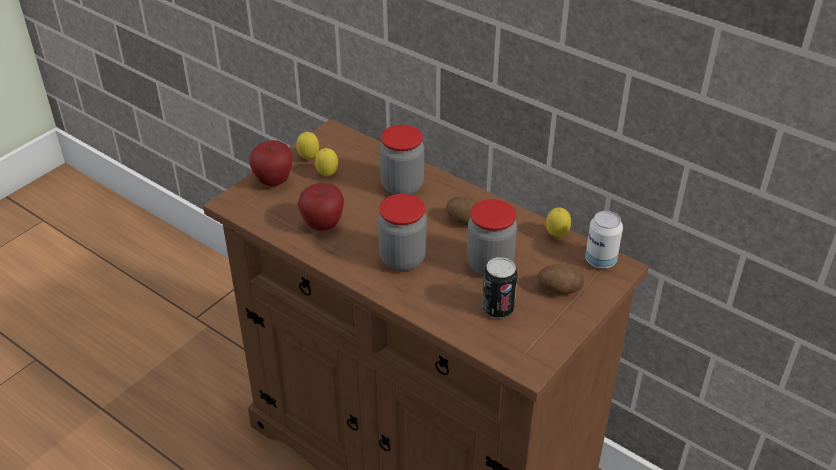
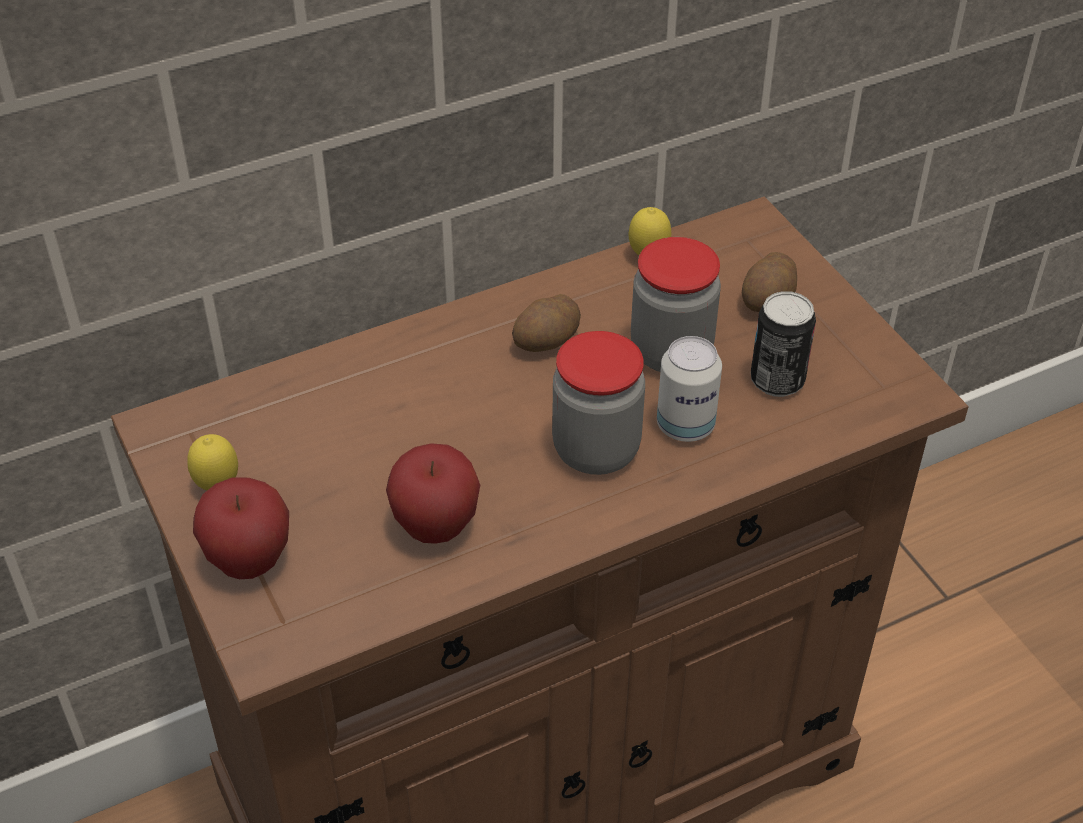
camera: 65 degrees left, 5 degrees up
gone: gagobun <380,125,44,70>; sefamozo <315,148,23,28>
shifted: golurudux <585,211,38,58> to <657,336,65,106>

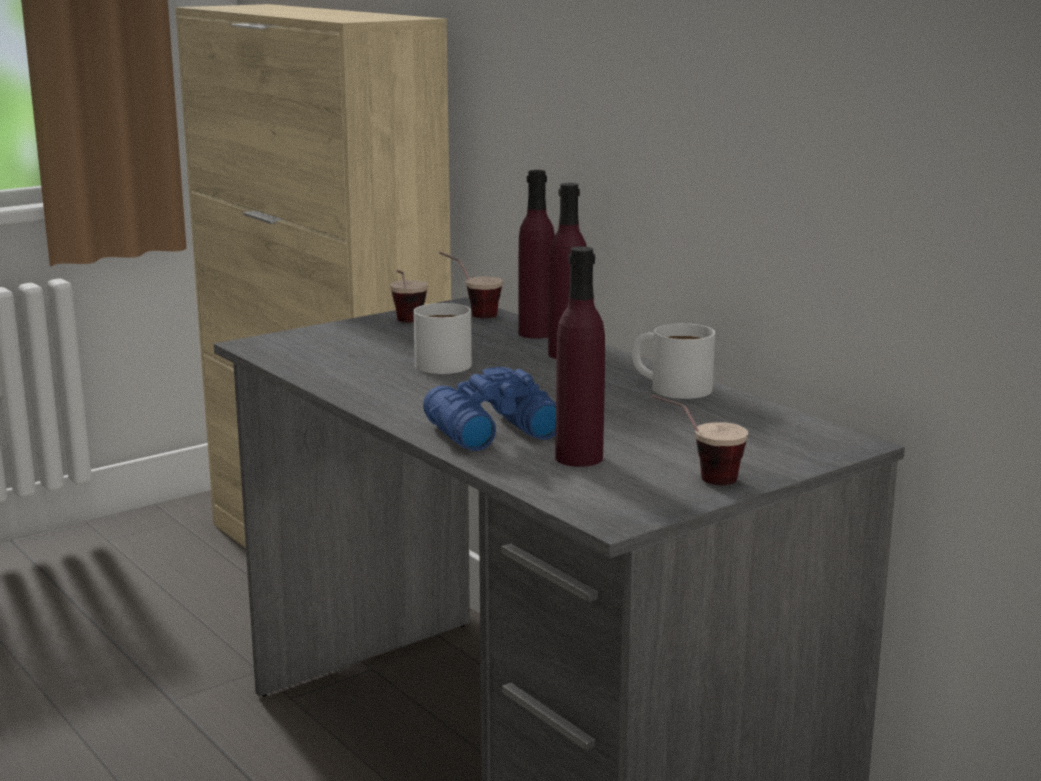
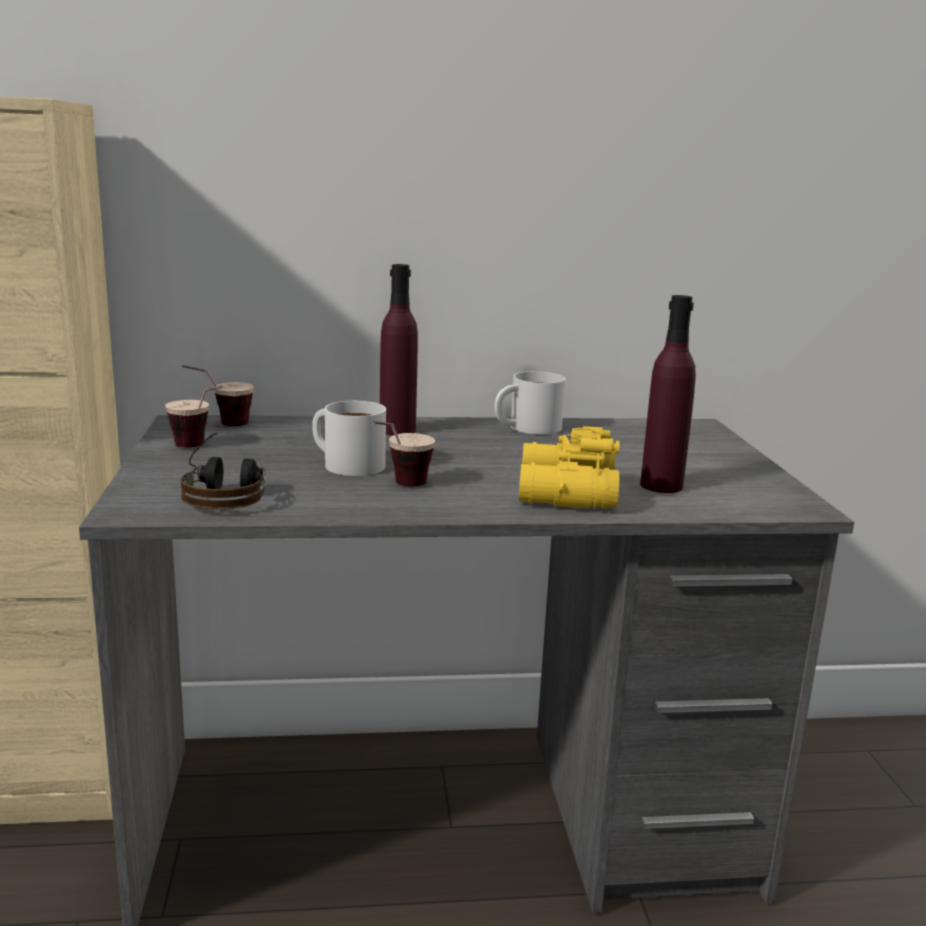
camera: 60 degrees left, 0 degrees up
gone: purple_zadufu <518,170,37,169>
new: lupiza <180,433,87,76>
shifted: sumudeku <651,395,97,90> to <373,421,62,66>
repainted: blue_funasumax <423,367,133,84> to yellow_funasumax <519,426,100,83>

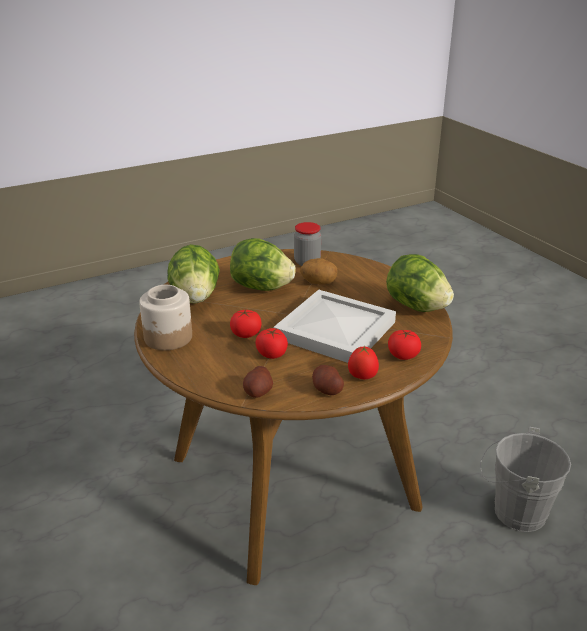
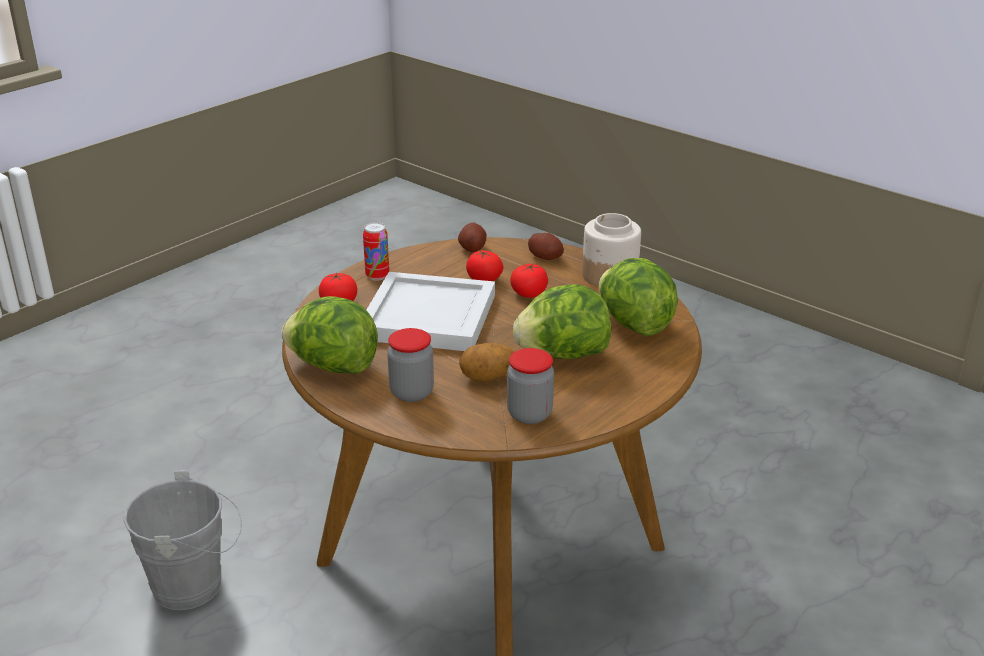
camera: 160 degrees right, 0 degrees up
new: gagobun <387,328,47,74>
shifted: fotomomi <312,365,32,30> to <528,233,36,27>
swapped: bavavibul <348,346,31,33> to golurudux <363,222,26,59>

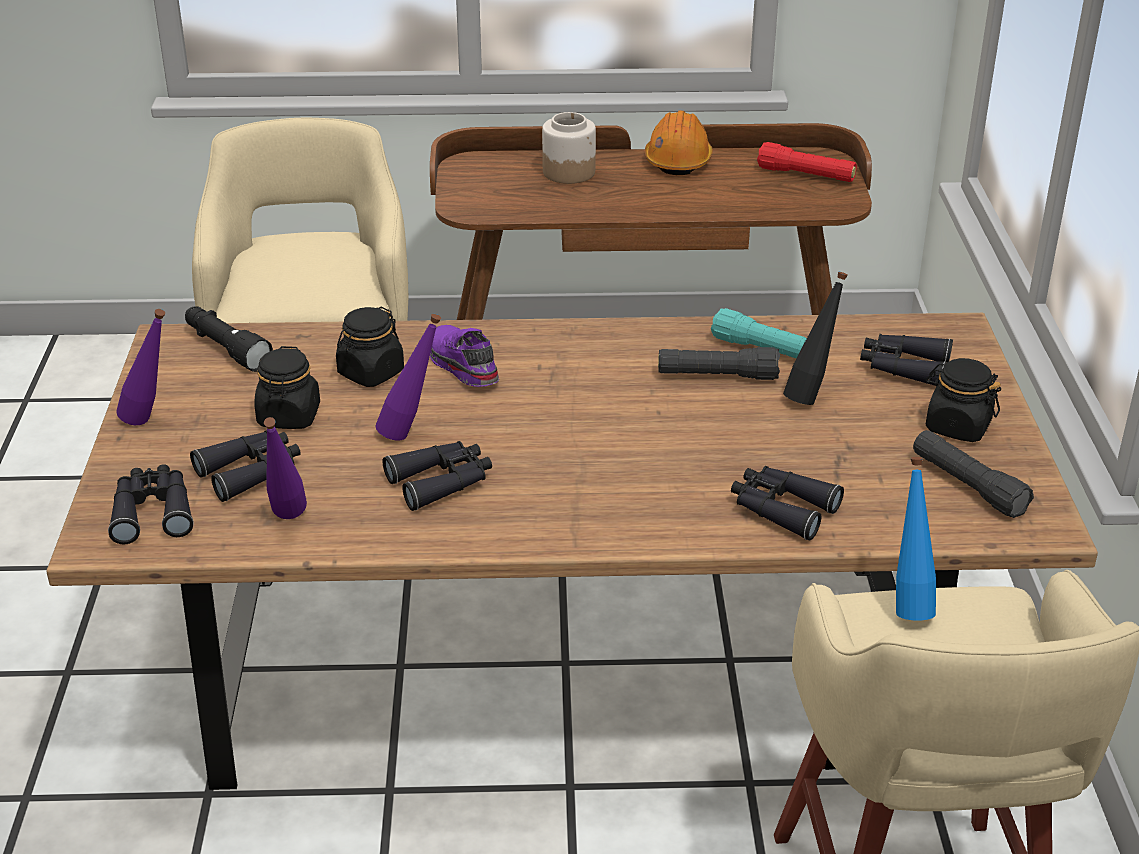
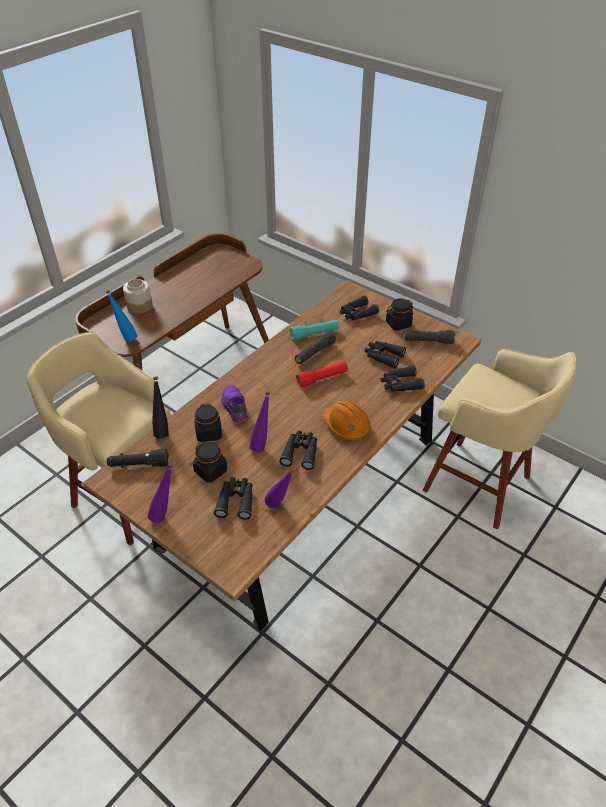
camera: 50 degrees left, 10 degrees up
shifted: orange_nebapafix <645,111,68,64> to <322,400,49,40>; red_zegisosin <757,142,100,40> to <296,361,52,26>; black_zadufu <783,272,65,133> to <152,376,17,62>; blue_zadufu <896,457,40,164> to <106,290,32,52>; black_funasumax <108,464,86,80> to <364,341,42,28>
rotated: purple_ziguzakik <430,325,69,62> = <222,385,26,38> 60 degrees clockwise

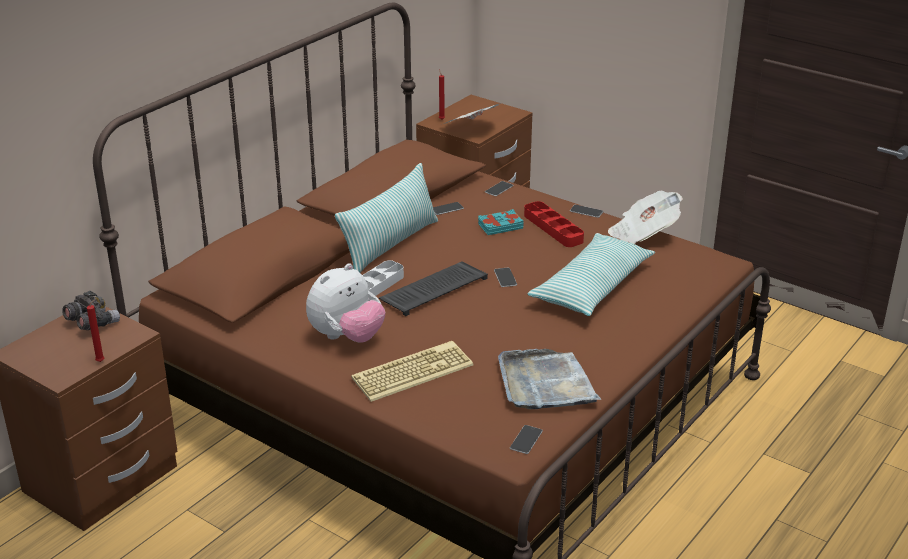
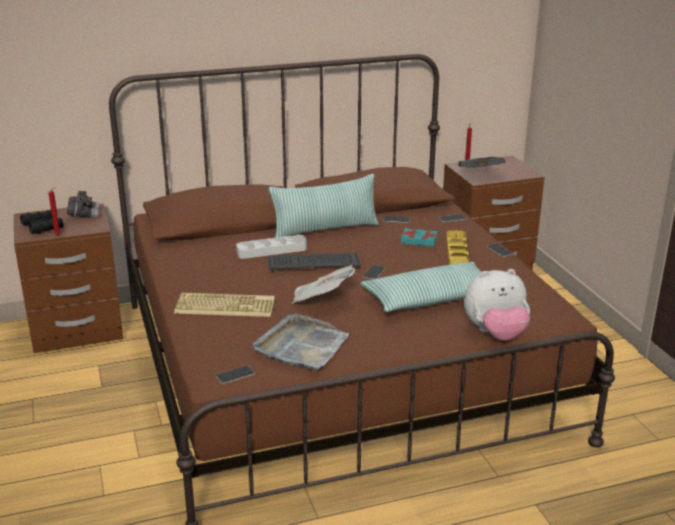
camera: 35 degrees right, 5 degrees down
new: black_funasumax <20,210,43,24>
shifted: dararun <608,190,75,54> to <292,265,63,38>; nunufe <306,263,80,80> to <464,269,66,72>
repainted: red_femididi <524,201,60,46> to yellow_femididi <446,230,23,35>

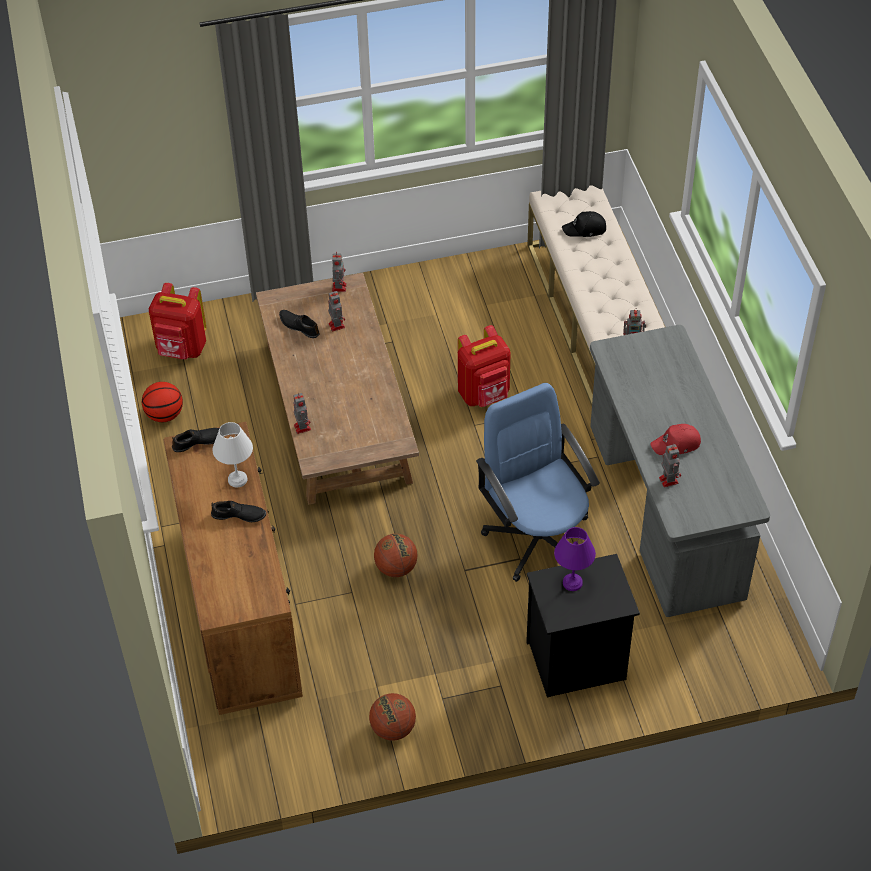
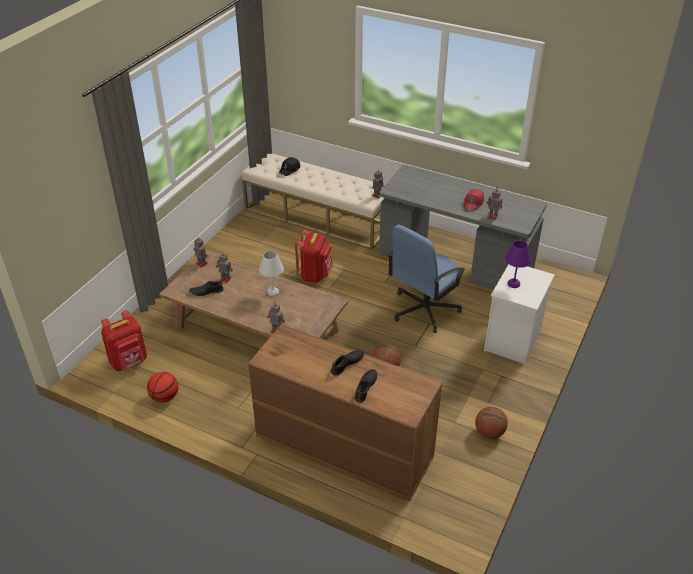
camera: 50 degrees left, 10 degrees down
shifted: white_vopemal <213,422,40,65> to <259,251,25,45>; black_ziguzakik <172,428,47,24> to <355,369,22,34>
repainted: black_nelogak <526,554,114,144> to white_nelogak <484,264,71,100>
rotated: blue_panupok <476,383,124,199> = <388,225,78,108> 60 degrees counterclockwise

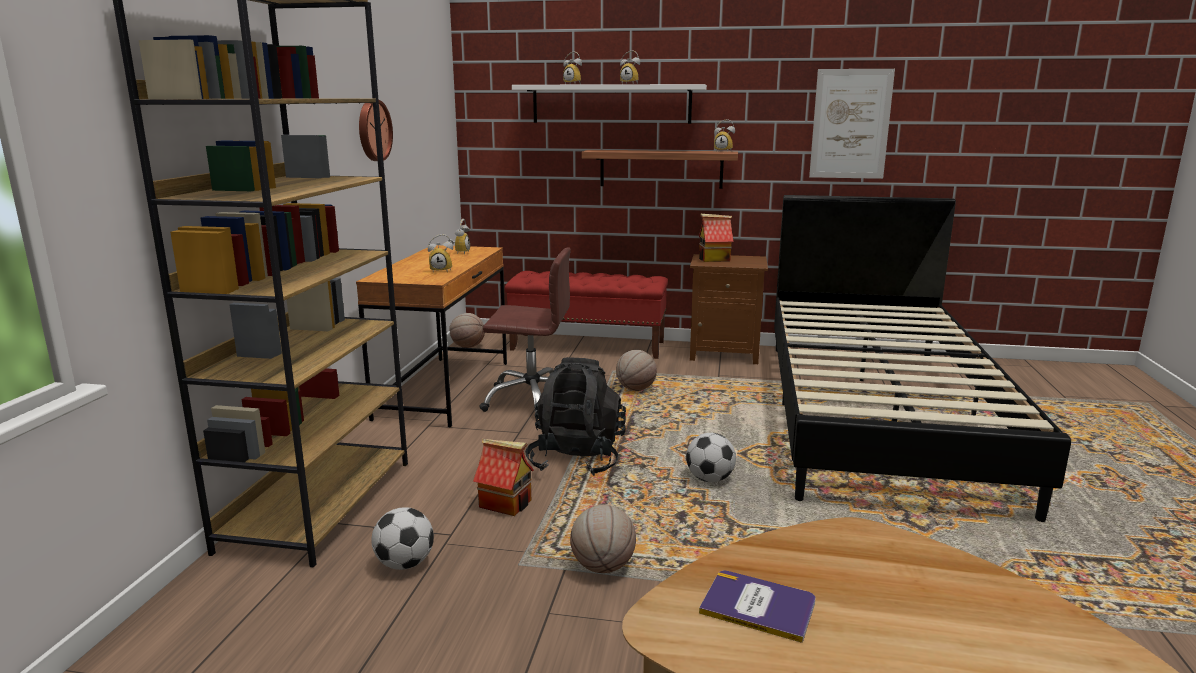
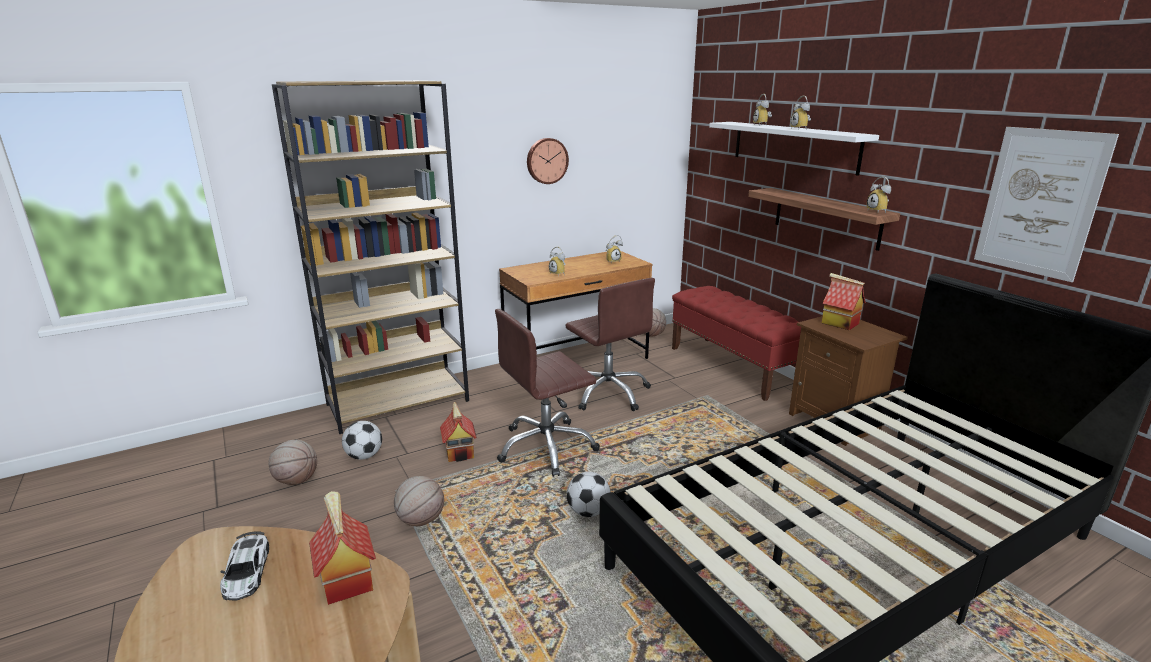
camera: 50 degrees right, 5 degrees up
new: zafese <309,491,67,114>
shifted: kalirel <616,350,41,41> to <268,440,49,45>
swapped: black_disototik <525,357,101,119> to brown_panupok <495,309,105,168>; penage <699,571,117,72> to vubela <220,531,49,69>

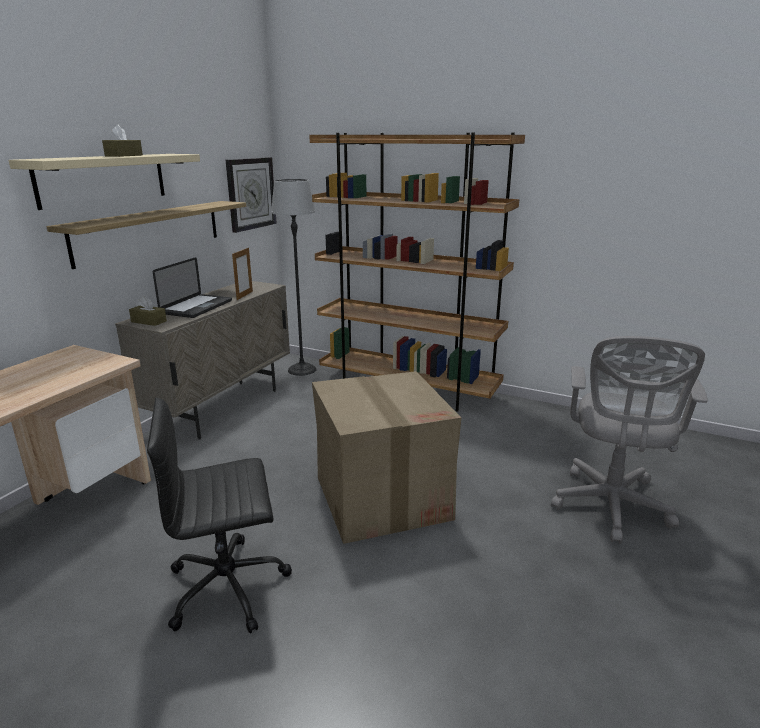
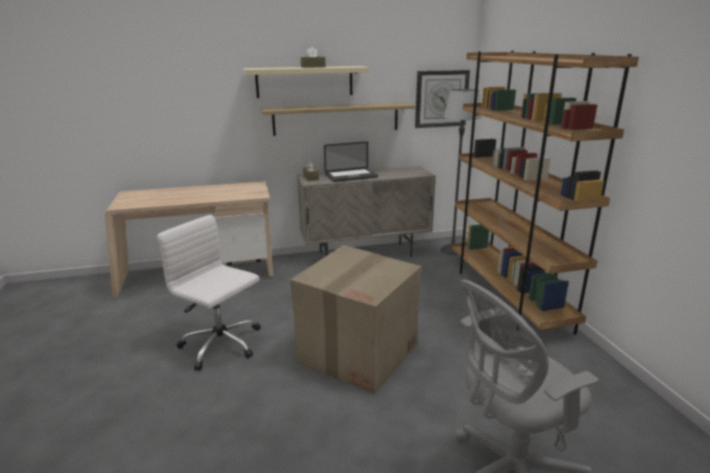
camera: 50 degrees right, 0 degrees up
gone: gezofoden <232,247,21,53>
repainted: black_panupok <147,398,145,236> to white_panupok <157,215,104,156>

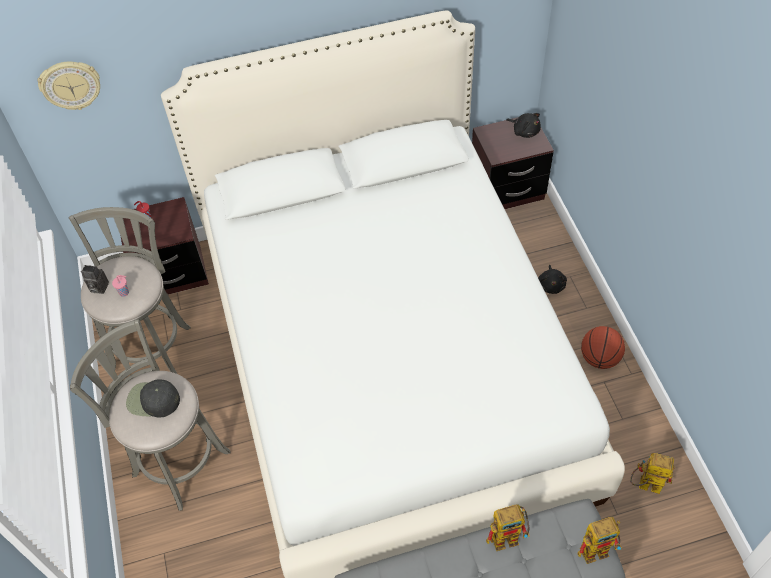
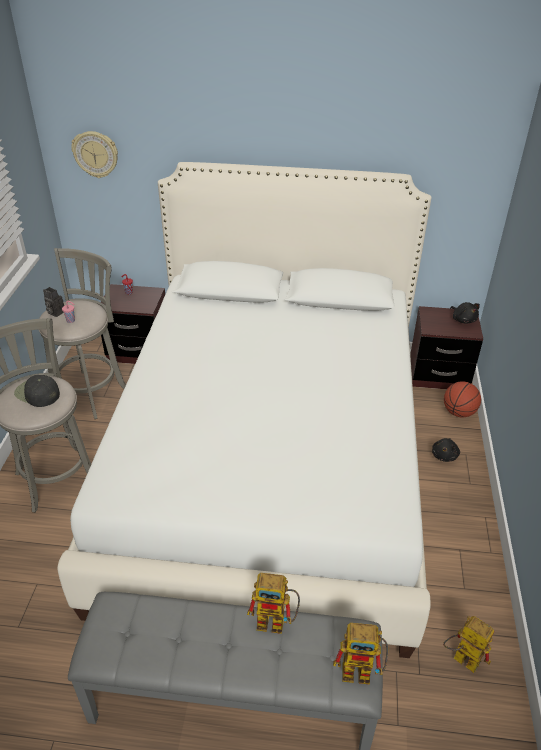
camera: 20 degrees right, 15 degrees down
shifted: kalirel <581,326,44,43> to <444,381,37,36>

